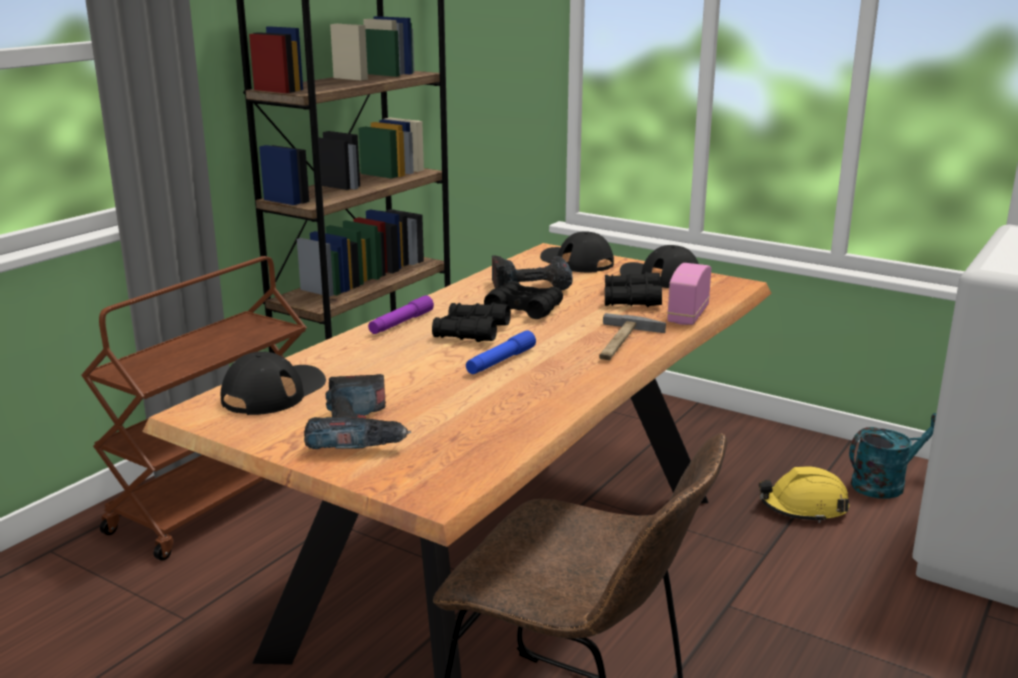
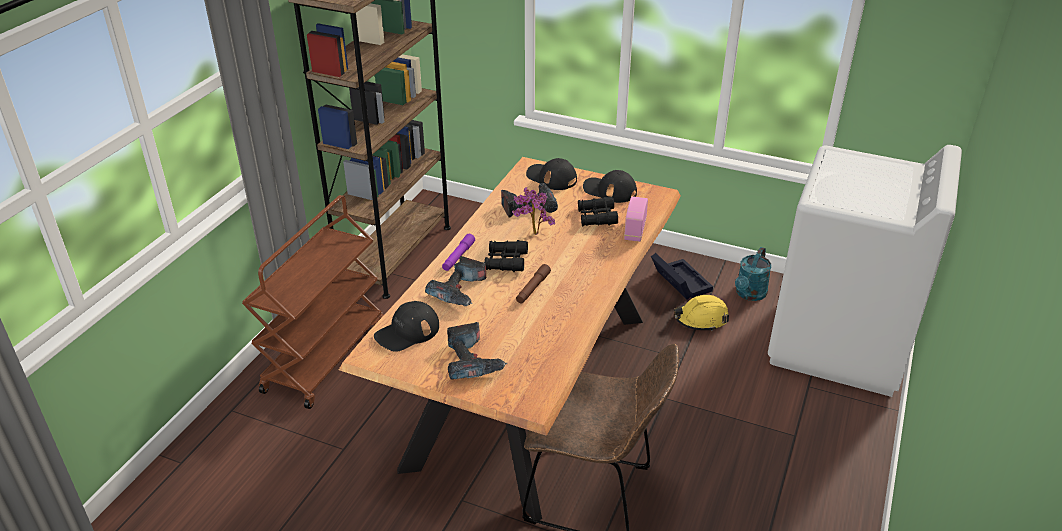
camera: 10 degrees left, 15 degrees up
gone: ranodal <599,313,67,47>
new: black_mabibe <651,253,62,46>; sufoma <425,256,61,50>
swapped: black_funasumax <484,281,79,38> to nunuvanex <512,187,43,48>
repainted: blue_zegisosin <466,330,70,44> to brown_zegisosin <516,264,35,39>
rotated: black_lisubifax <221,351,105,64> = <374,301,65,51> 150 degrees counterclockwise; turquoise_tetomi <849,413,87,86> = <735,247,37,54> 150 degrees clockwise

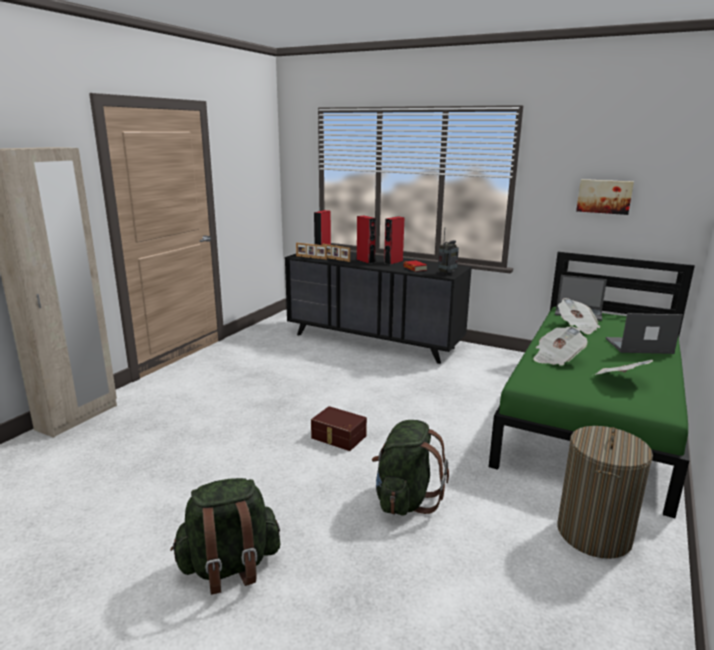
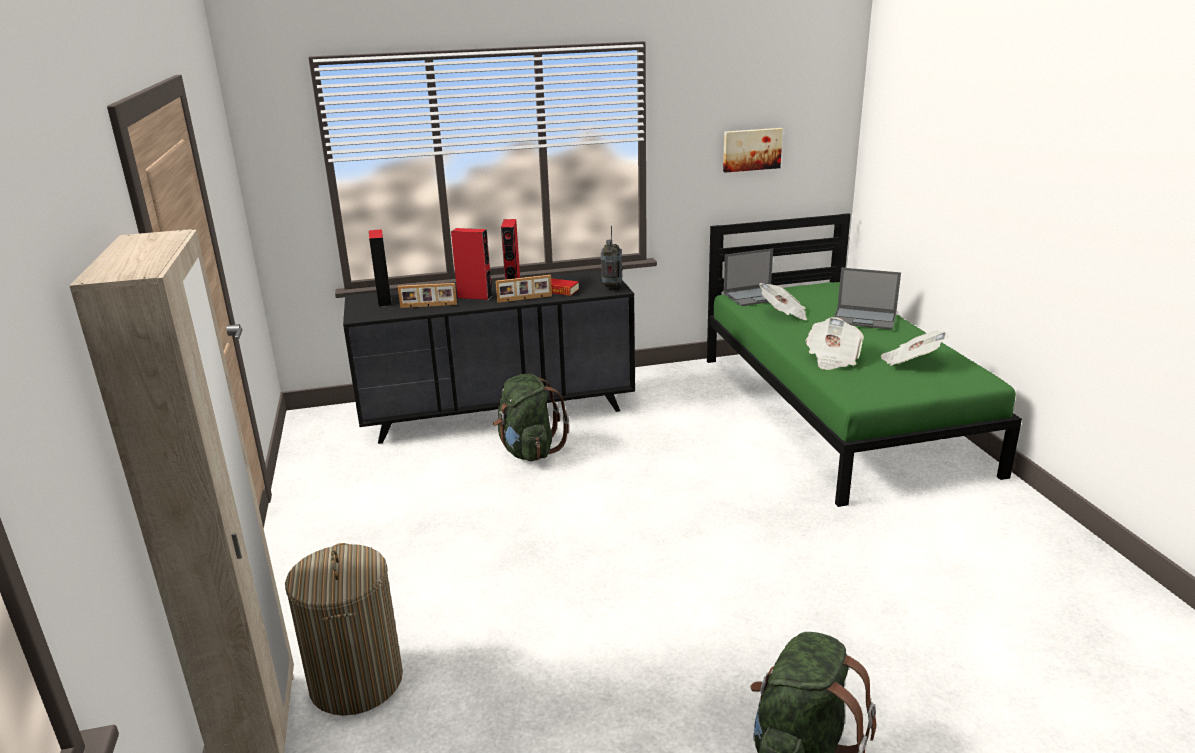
camera: 40 degrees left, 5 degrees up
gone: brown_mabibe <311,406,56,45>
shifted: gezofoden <296,243,31,17> to <496,275,56,28>; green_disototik <372,420,77,96> to <493,374,76,87>; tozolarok <558,426,95,133> to <285,543,118,173>
rotated: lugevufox <606,313,77,41> = <834,267,67,63> 120 degrees counterclockwise

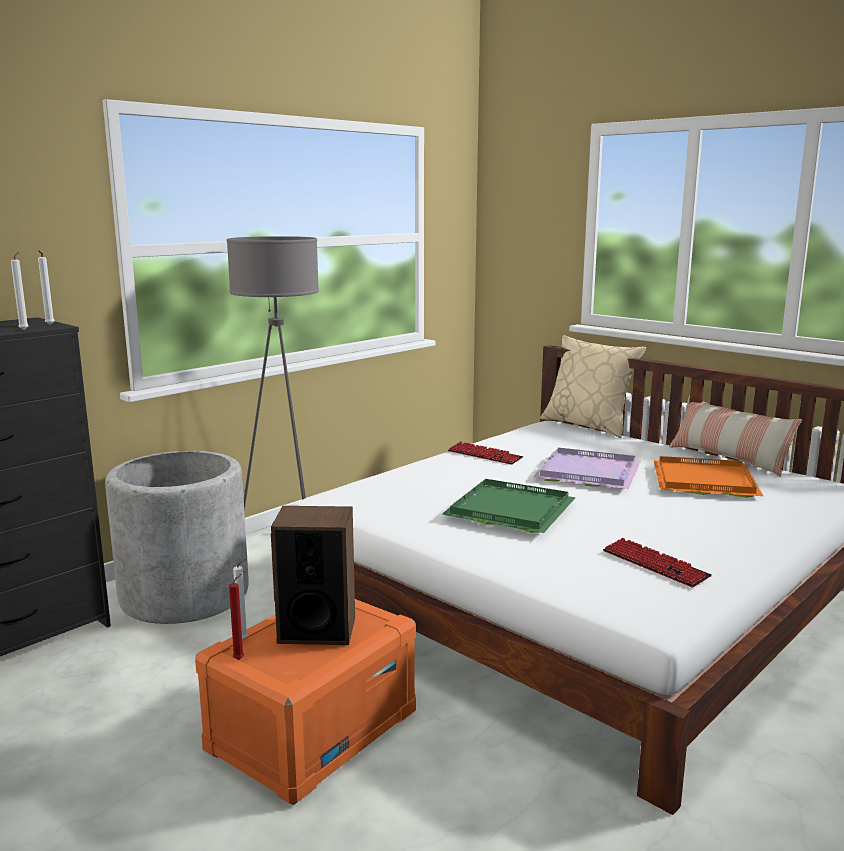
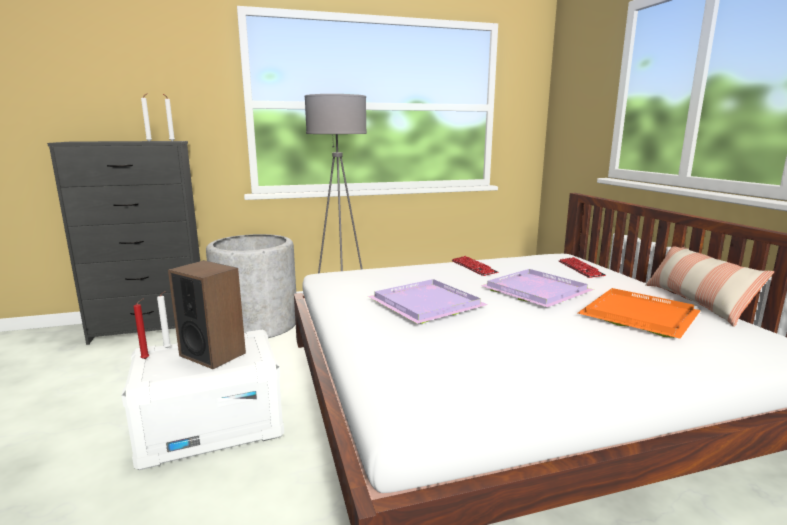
camera: 30 degrees right, 0 degrees up
gone: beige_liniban <540,335,106,103>
shifted: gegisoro <603,537,109,50> to <559,257,47,21>
repainted: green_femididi <442,479,134,54> to purple_femididi <368,279,120,45>; orange_mabibe <195,599,221,206> to white_mabibe <121,329,163,141>

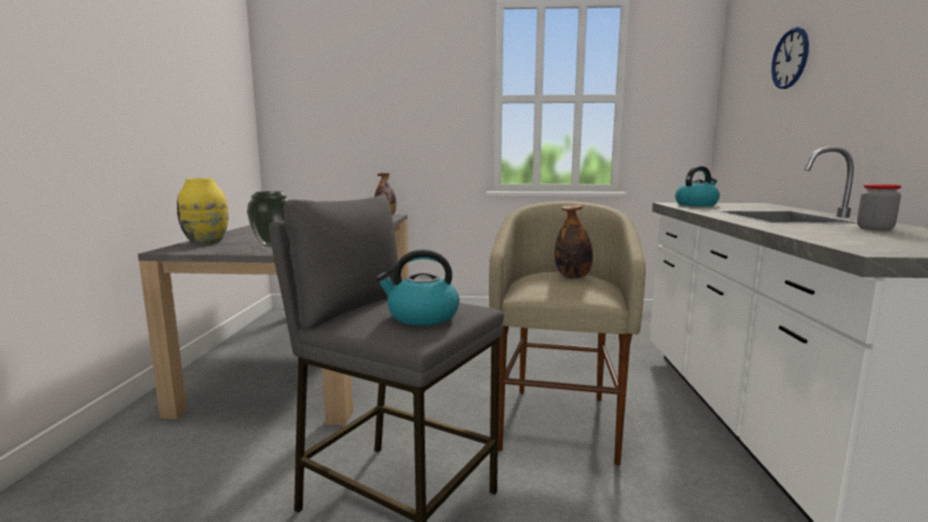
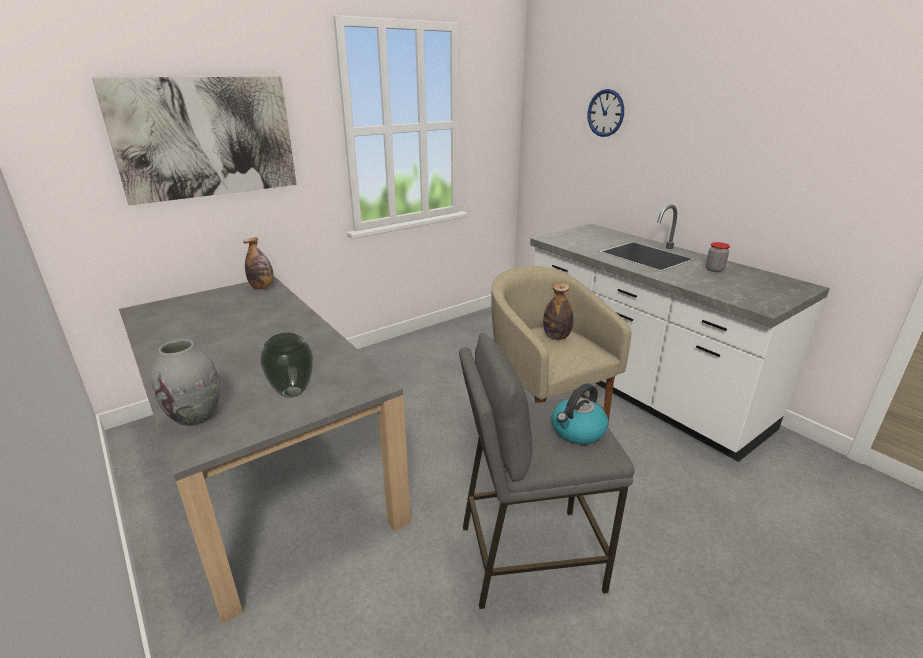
camera: 40 degrees left, 15 degrees up
gone: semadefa <675,166,45,41>
new: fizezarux <92,76,205,129>
repainted: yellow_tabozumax <177,178,52,67> to grey_tabozumax <151,339,69,87>

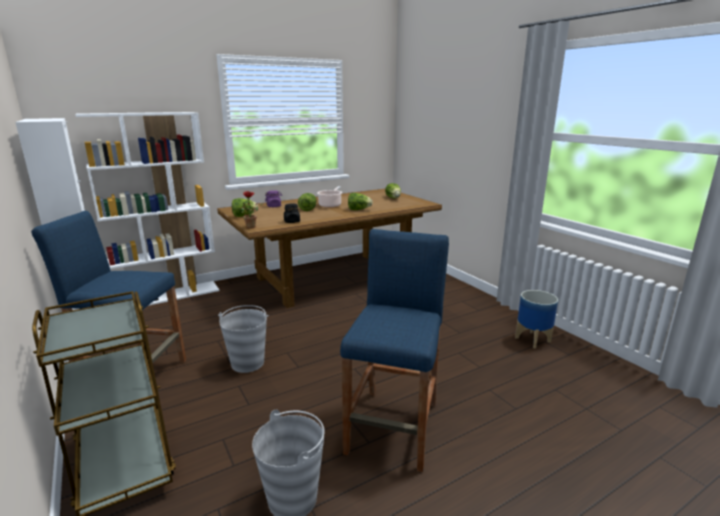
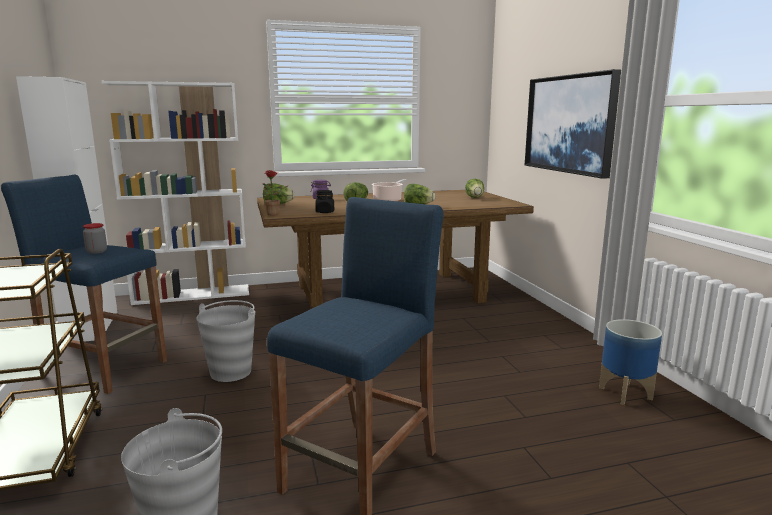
camera: 15 degrees right, 5 degrees down
new: fizezarux <525,69,96,110>; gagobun <83,223,24,31>

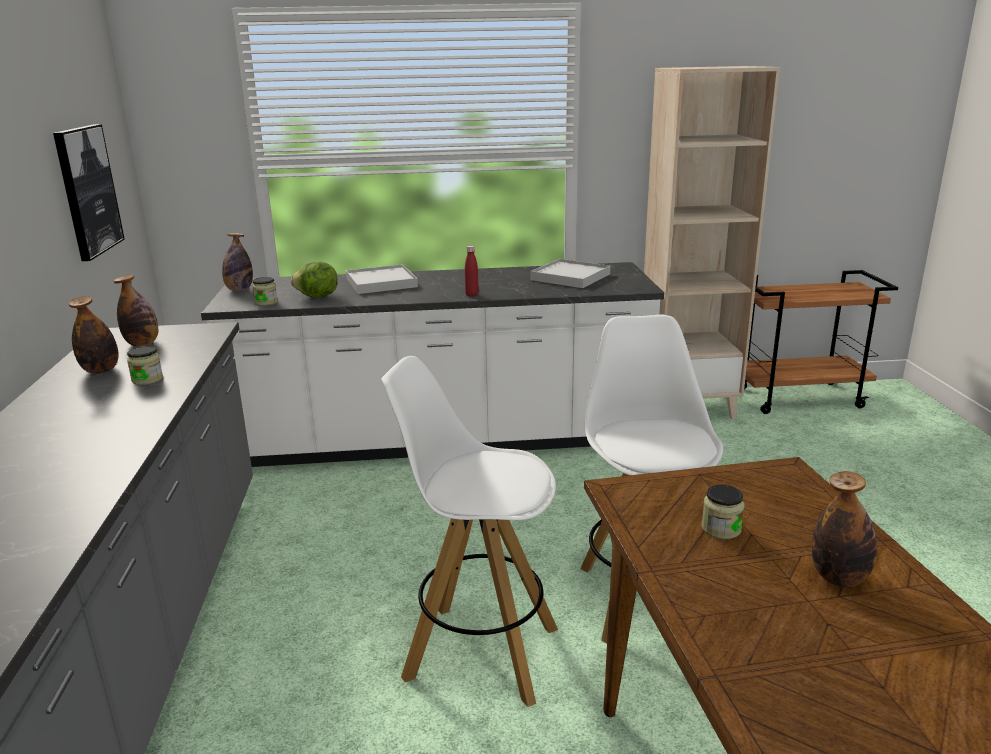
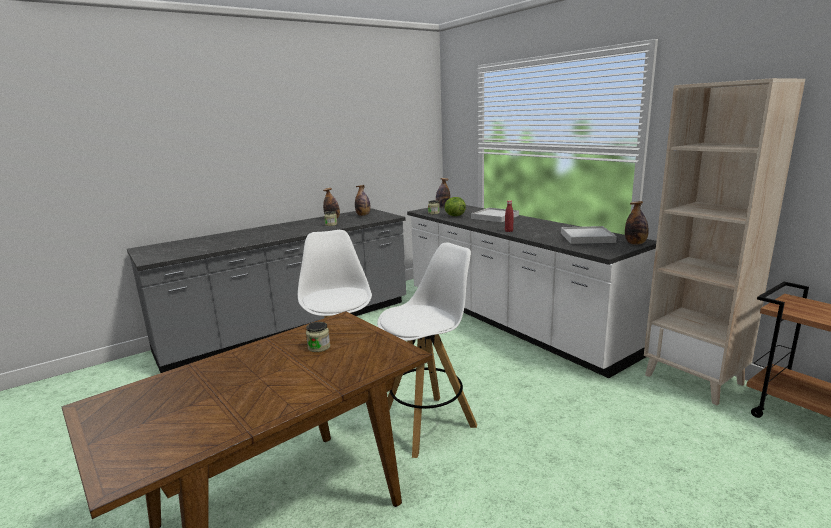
camera: 60 degrees right, 5 degrees down
gone: fizezarux <53,124,72,137>
shifted: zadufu <812,471,65,116> to <625,201,24,44>

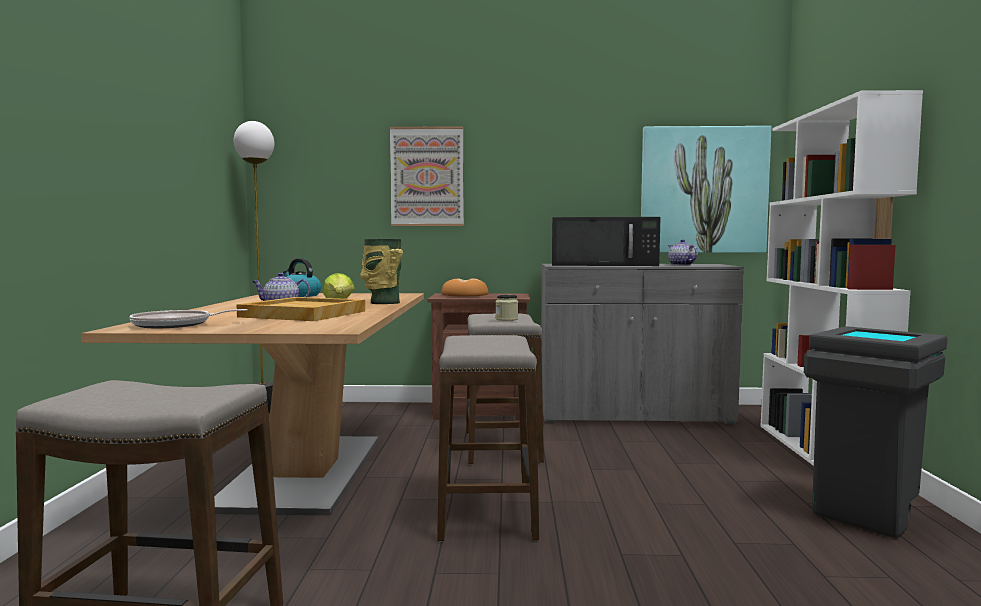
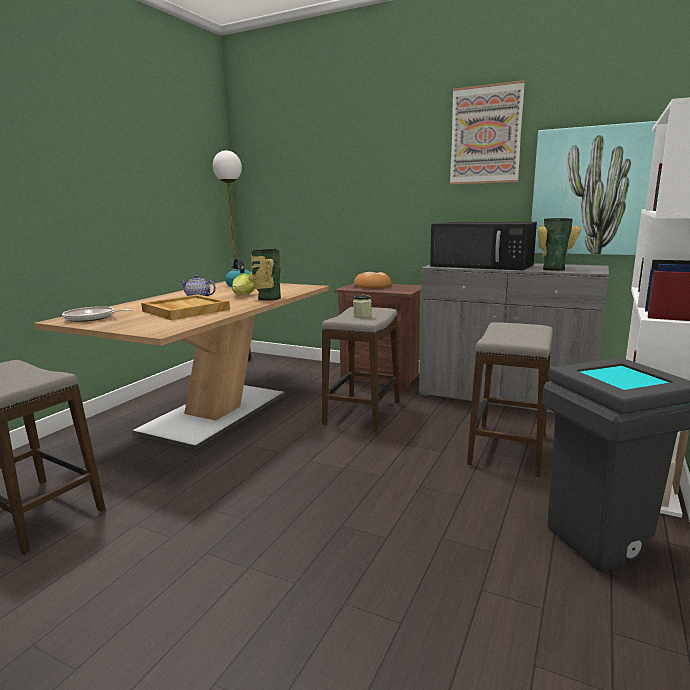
camera: 25 degrees right, 10 degrees up
shifted: fizezarux <390,126,74,100> to <450,80,75,105>; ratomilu <437,335,102,207> to <467,322,86,155>
swapped: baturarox <668,239,30,27> to tabozumax <537,218,44,53>

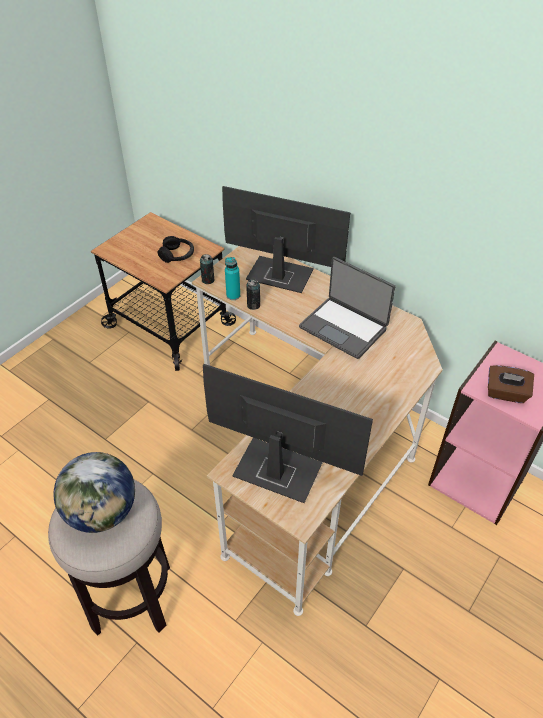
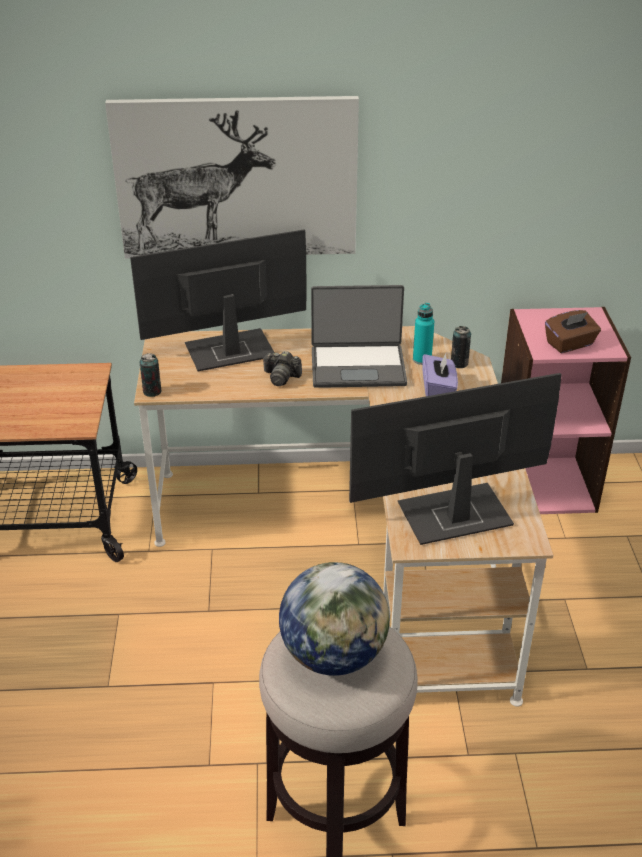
camera: 40 degrees left, 10 degrees down
gone: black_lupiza <158,236,36,27>
new: fizezarux <105,96,254,163>; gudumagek <263,351,39,35>; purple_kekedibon <422,353,36,43>
shifted: turquoise_zadufu <225,257,15,43> to <413,303,21,62>; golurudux <246,279,14,31> to <451,326,20,42>

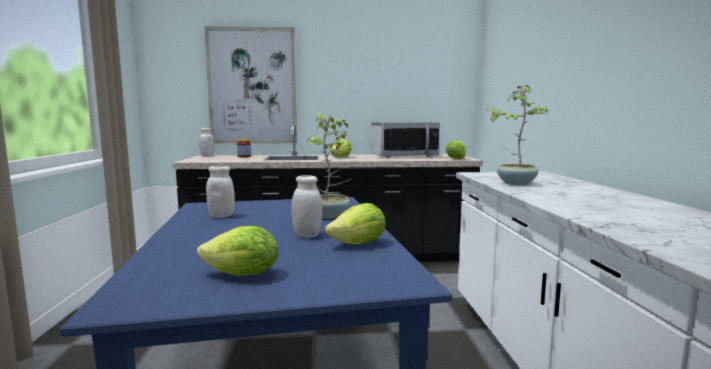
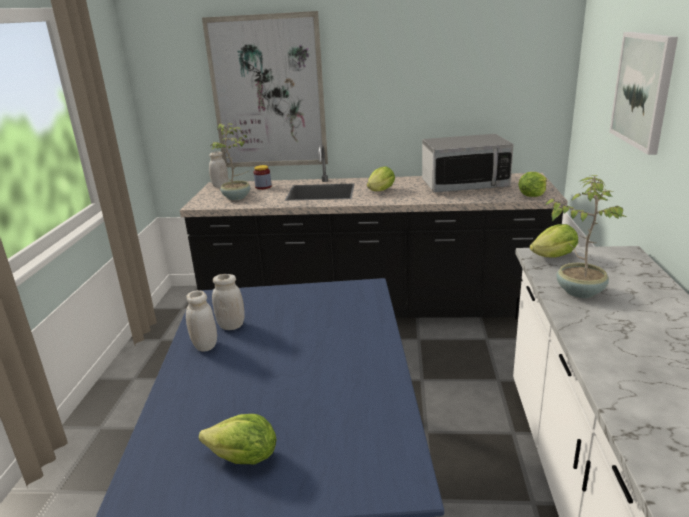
camera: 10 degrees right, 15 degrees up
new: fizezarux <609,32,69,123>
shifted: nunuvanex <307,114,44,104> to <211,123,40,77>; white_gagobun <292,175,30,63> to <186,290,31,62>; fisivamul <325,203,61,41> to <530,224,48,33>

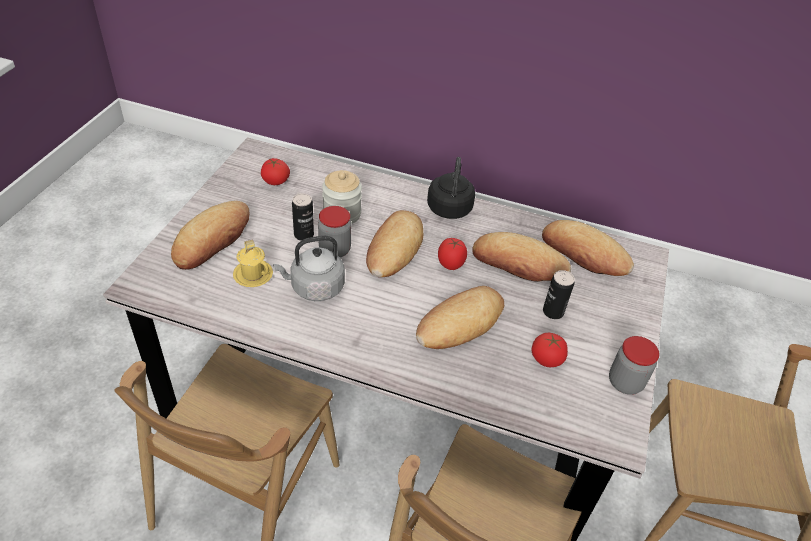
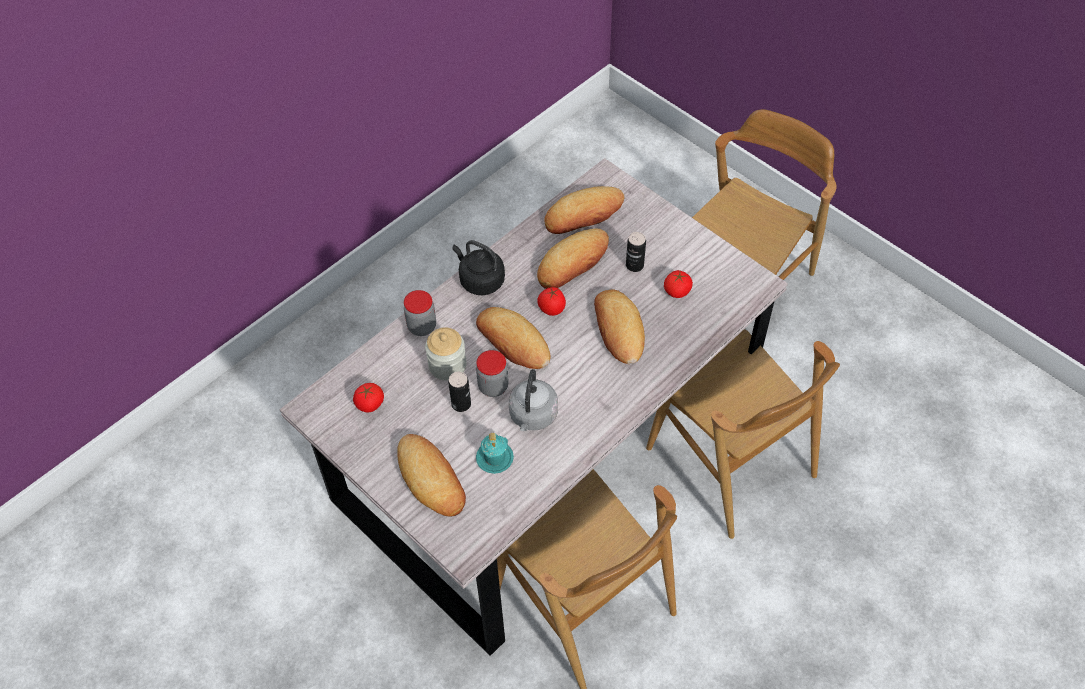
camera: 60 degrees left, 10 degrees up
shifted: gagobun <609,336,51,59> to <404,290,32,46>
repainted: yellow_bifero <233,240,40,47> to turquoise_bifero <476,433,38,41>

